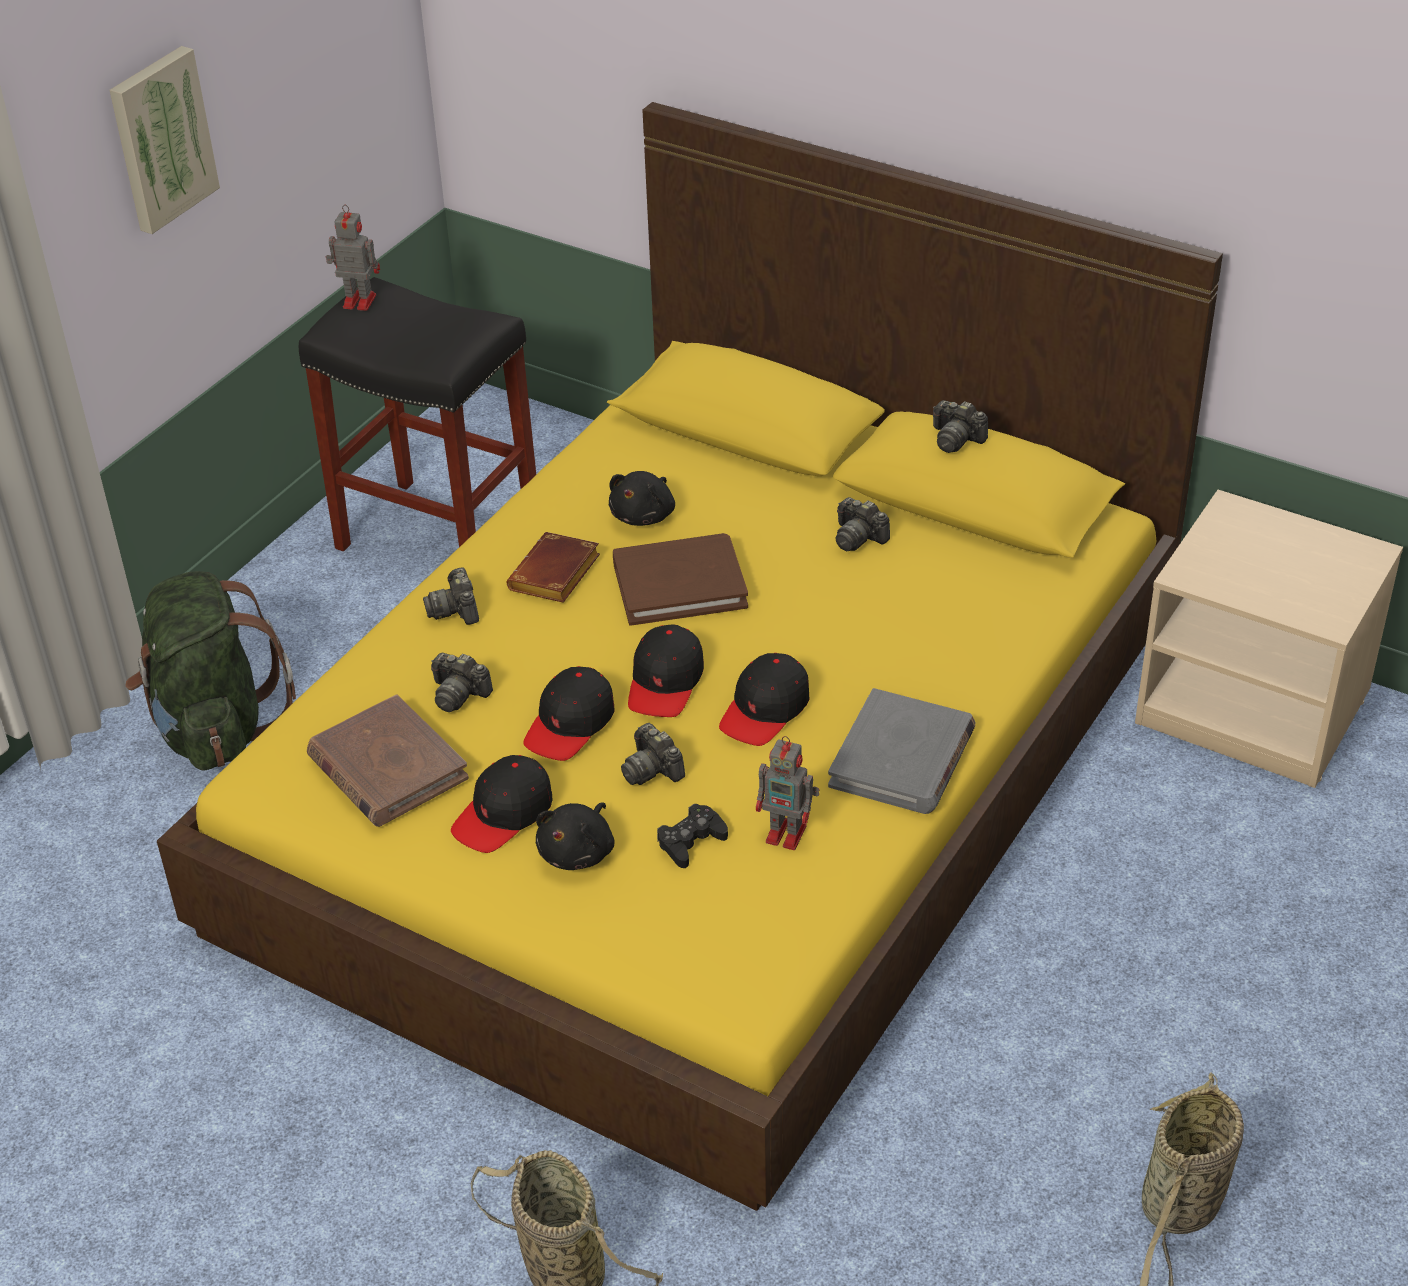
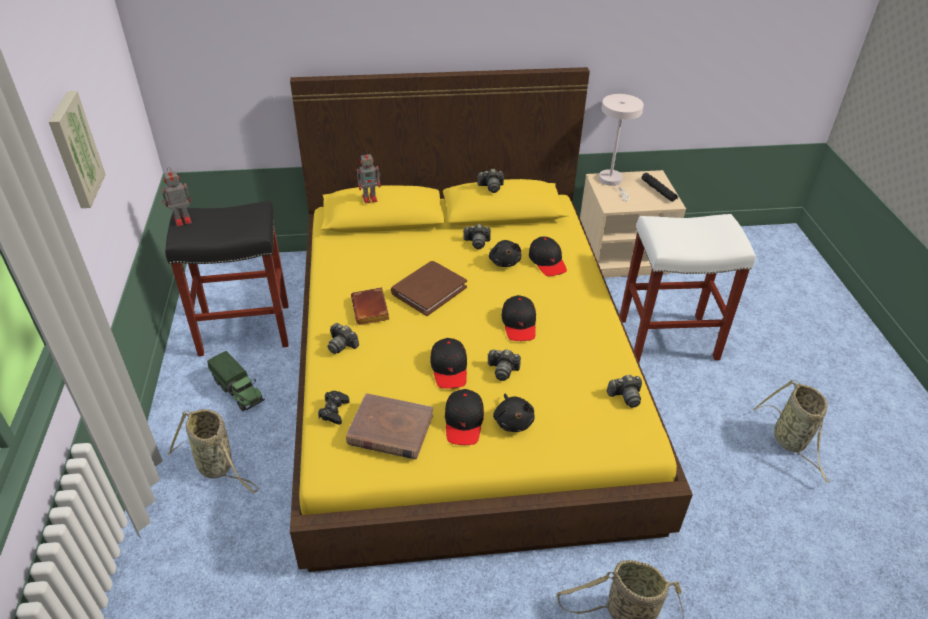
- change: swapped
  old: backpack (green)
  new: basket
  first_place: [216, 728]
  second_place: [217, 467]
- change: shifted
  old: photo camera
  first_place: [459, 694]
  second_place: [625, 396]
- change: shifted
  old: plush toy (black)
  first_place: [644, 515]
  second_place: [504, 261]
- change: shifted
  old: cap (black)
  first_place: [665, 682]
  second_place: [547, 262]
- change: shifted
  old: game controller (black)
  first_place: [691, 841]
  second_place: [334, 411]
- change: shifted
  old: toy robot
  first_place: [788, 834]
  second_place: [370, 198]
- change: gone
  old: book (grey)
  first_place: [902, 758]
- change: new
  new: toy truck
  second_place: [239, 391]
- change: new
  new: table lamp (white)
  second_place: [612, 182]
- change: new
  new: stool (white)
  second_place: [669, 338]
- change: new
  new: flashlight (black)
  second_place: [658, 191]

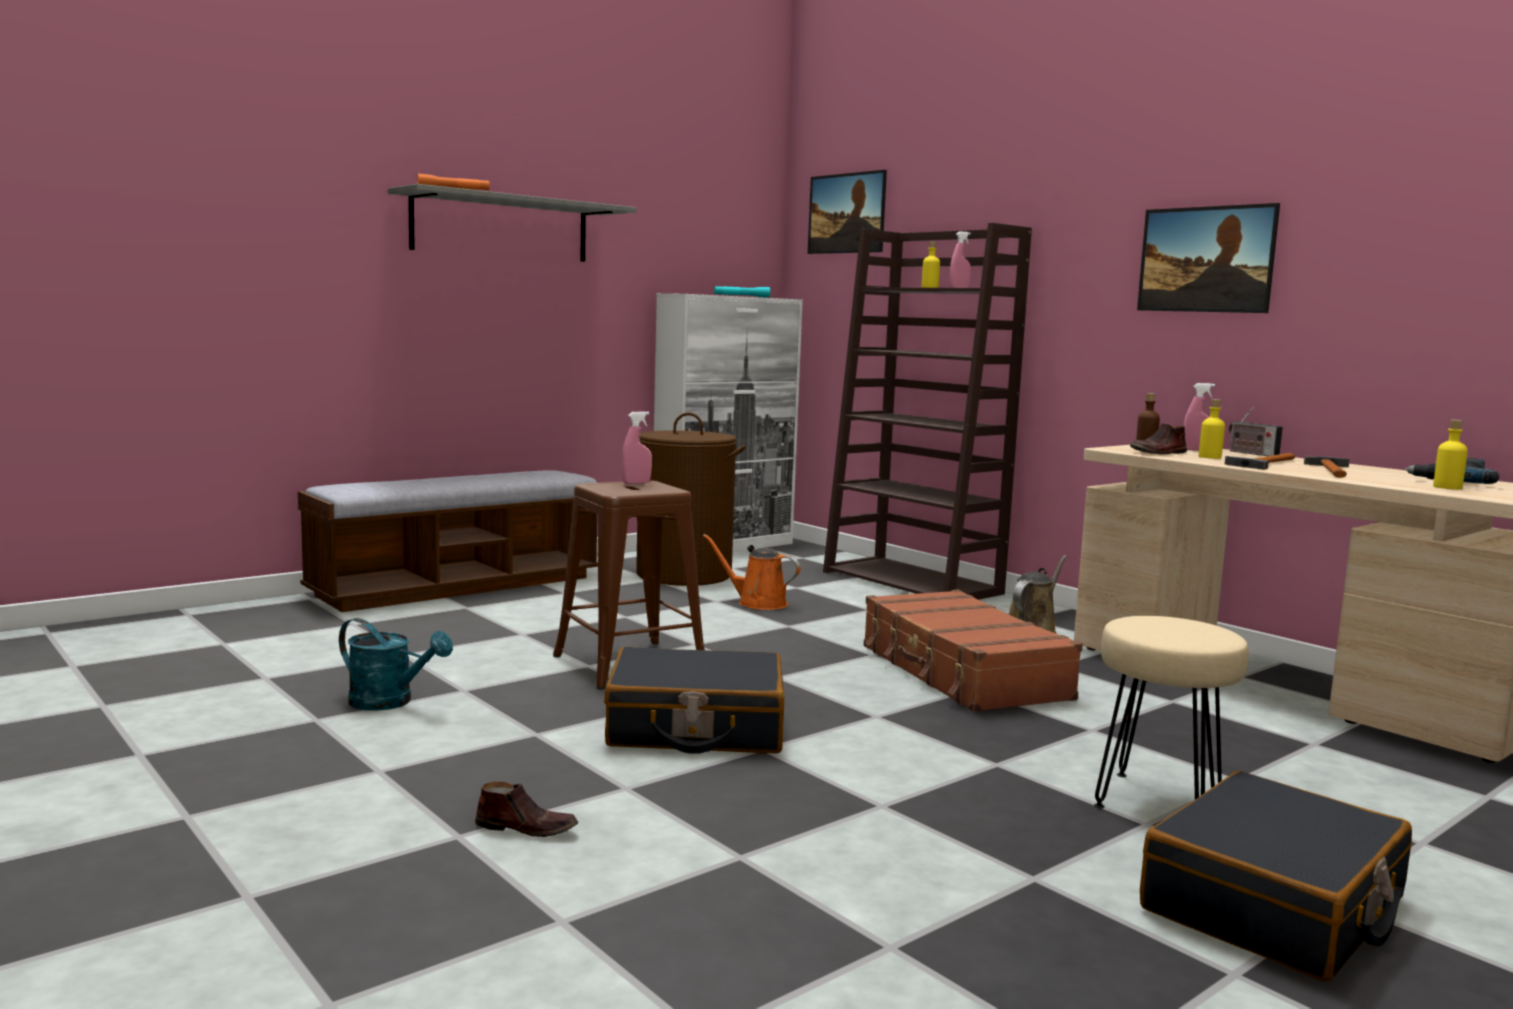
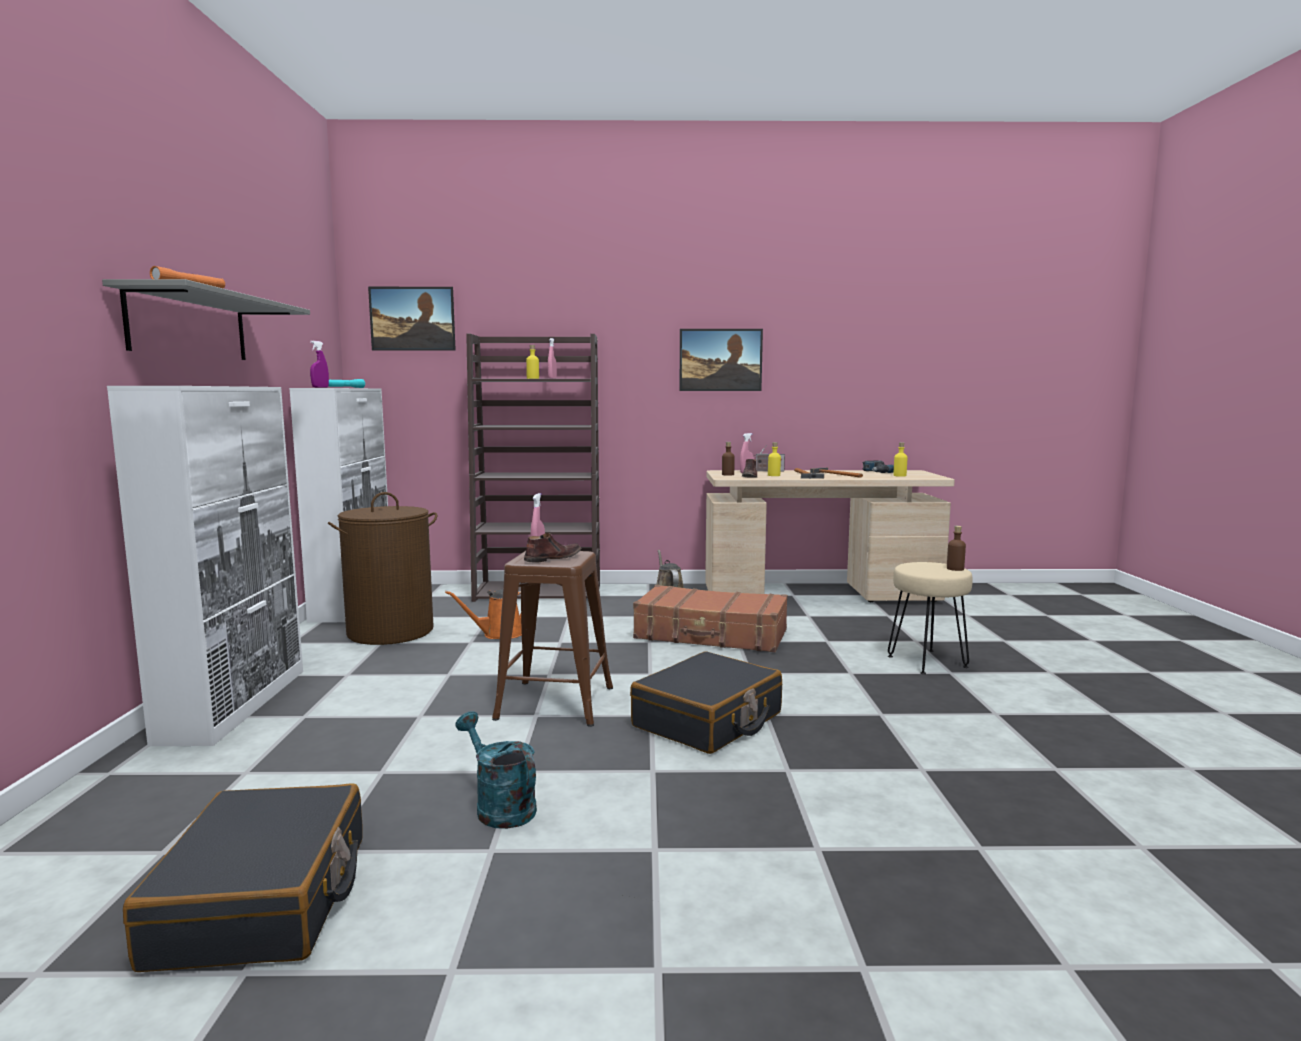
- change: swapped
  old: bench
  new: cabinet (white)
  first_place: [458, 586]
  second_place: [235, 704]
- change: rotated
  old: watering can (turquoise)
  first_place: [390, 702]
  second_place: [499, 807]
  degrees: -105
- change: shifted
  old: shoe (brown)
  first_place: [527, 828]
  second_place: [552, 558]
- change: shifted
  old: suitcase (black)
  first_place: [1274, 906]
  second_place: [264, 900]
- change: new
  new: spray bottle (purple)
  second_place: [320, 387]
- change: new
  new: bottle (brown)
  second_place: [955, 569]

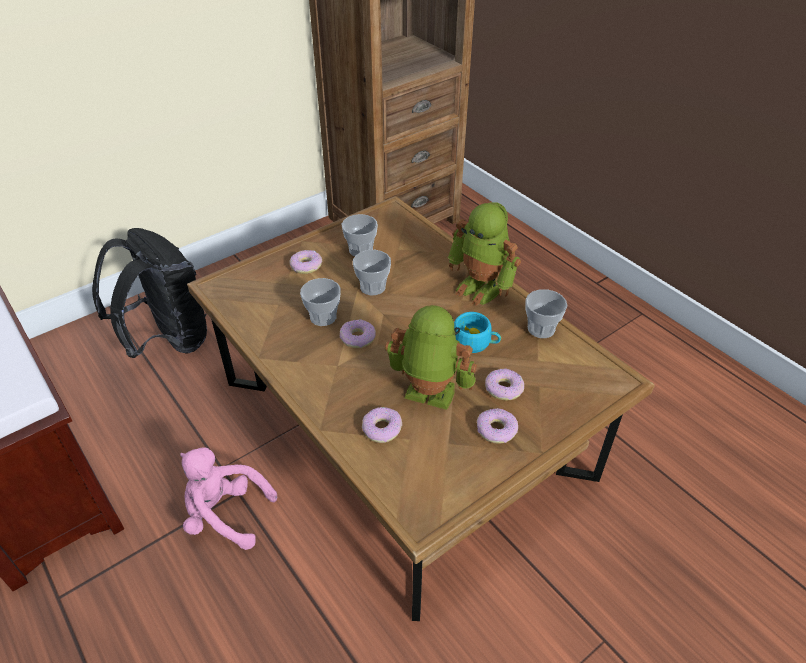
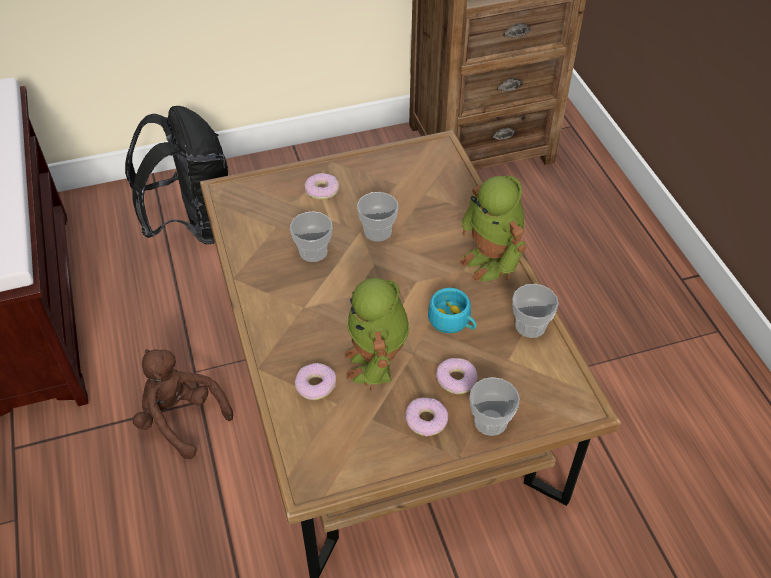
- change: repainted
  old: plush toy (pink)
  new: plush toy (brown)
  first_place: [225, 514]
  second_place: [181, 419]
- change: gone
  old: donut
  first_place: [357, 338]
- change: shifted
  old: cup
  first_place: [360, 250]
  second_place: [490, 421]
- change: rotated
  old: toy robot
  first_place: [428, 395]
  second_place: [377, 364]
  degrees: -135

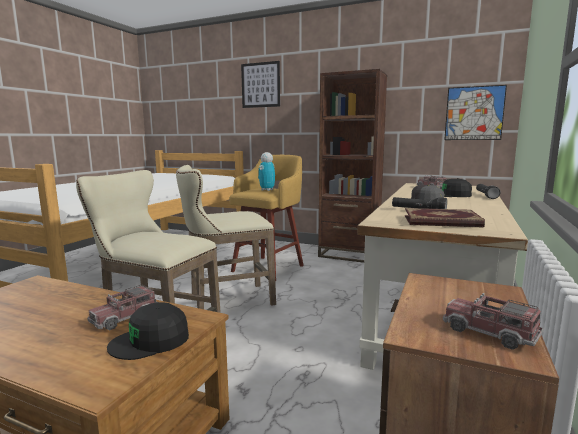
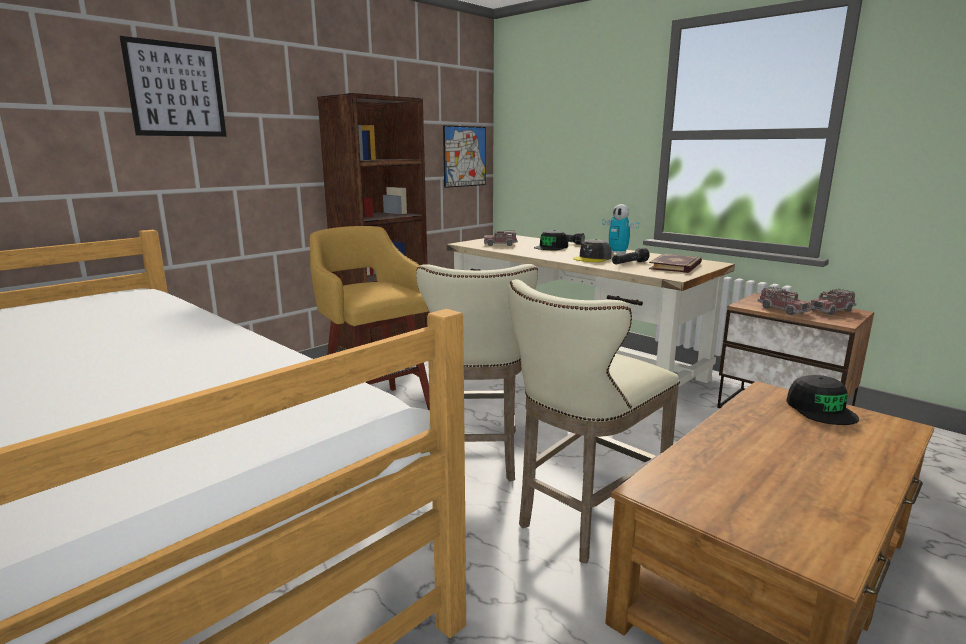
- change: shifted
  old: toy truck
  first_place: [124, 318]
  second_place: [782, 309]
- change: shifted
  old: toy robot
  first_place: [267, 190]
  second_place: [618, 253]

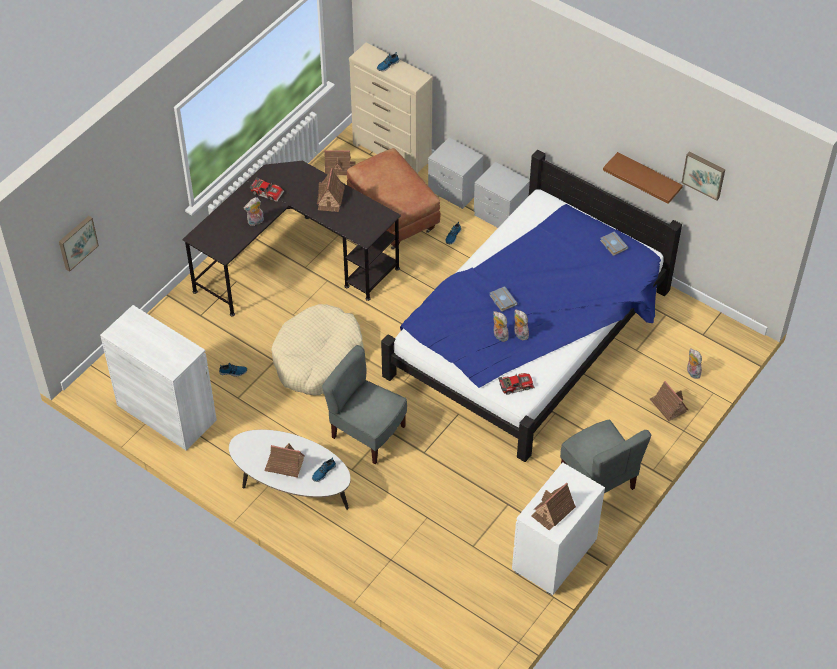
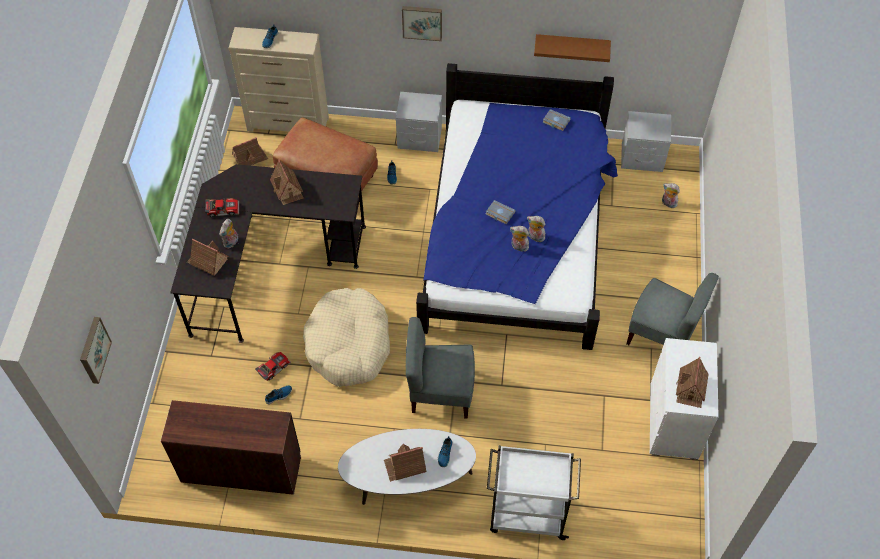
- change: swapped
  old: cabinet (white)
  new: desk (brown)
  first_place: [166, 412]
  second_place: [241, 467]
- change: shifted
  old: nightstand (grey)
  first_place: [455, 190]
  second_place: [642, 157]
- change: shifted
  old: toy car
  first_place: [515, 385]
  second_place: [273, 367]
- change: shifted
  old: toy house
  first_place: [668, 406]
  second_place: [208, 261]
- change: shifted
  old: picture
  first_place: [704, 174]
  second_place: [422, 22]
- change: new
  new: cart (white)
  second_place: [526, 514]

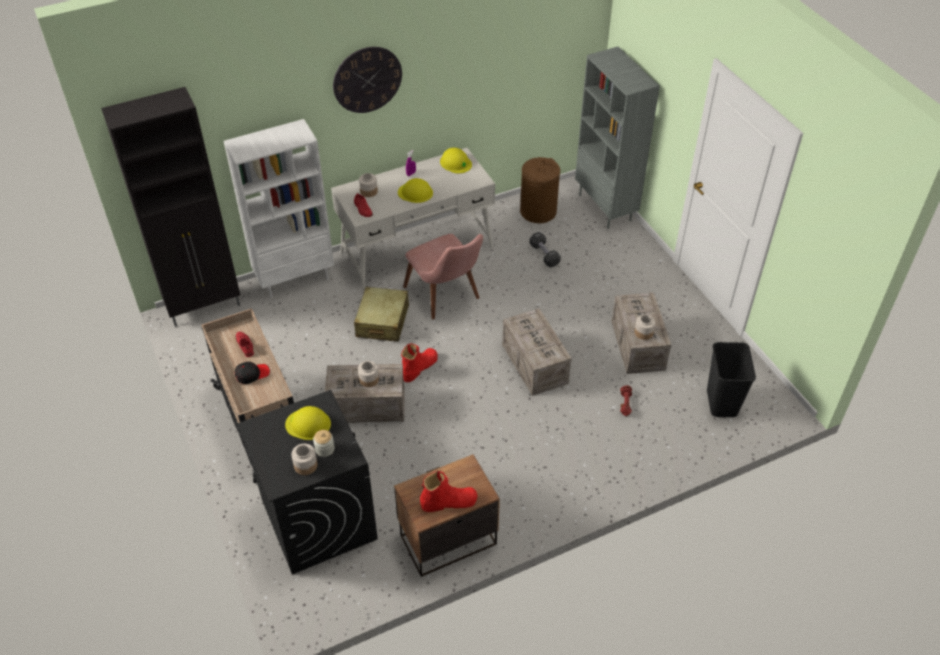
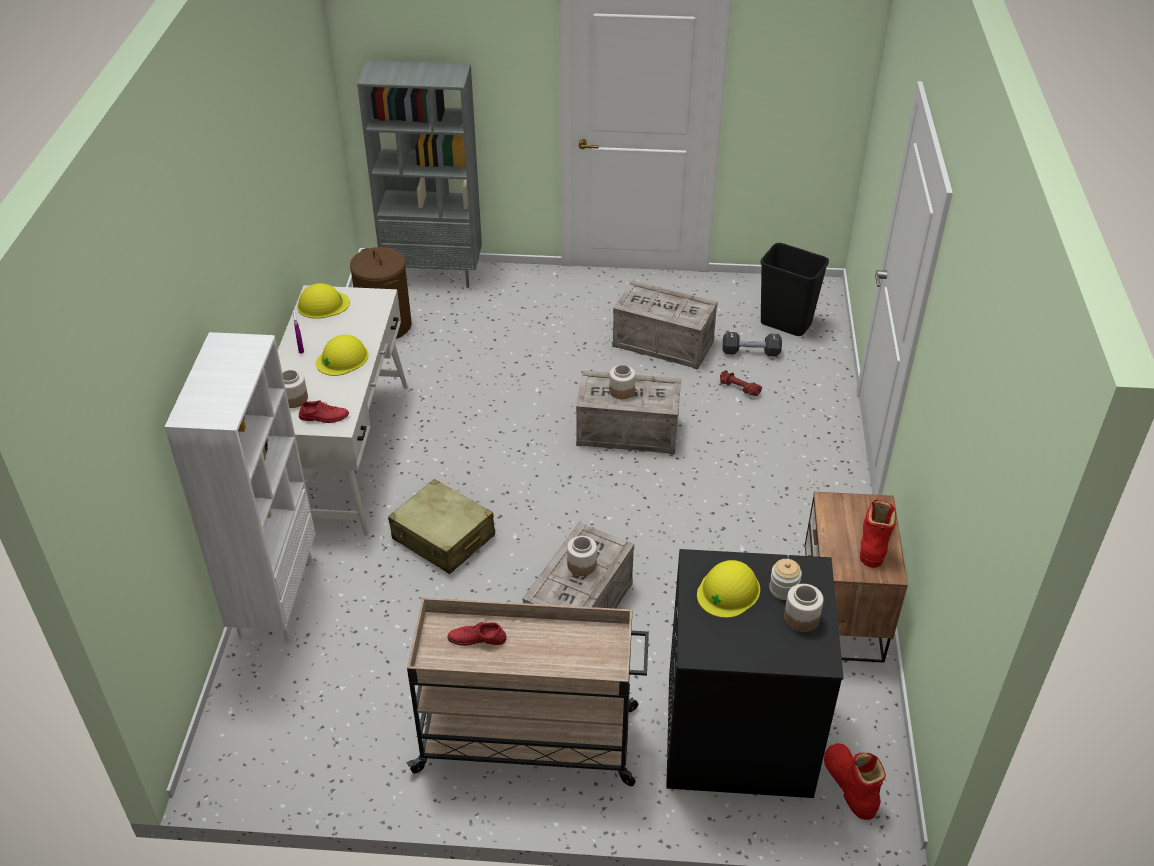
- change: gone
  old: cabinet (black)
  first_place: [205, 307]
- change: gone
  old: cap (black)
  first_place: [252, 374]
- change: gone
  old: wall clock
  first_place: [367, 79]
- change: shifted
  old: boot (red)
  first_place: [419, 367]
  second_place: [850, 785]
- change: gone
  old: chair (pink)
  first_place: [447, 297]
- change: shifted
  old: dumbbell (black)
  first_place: [544, 255]
  second_place: [751, 352]
- change: shifted
  old: jar
  first_place: [643, 333]
  second_place: [621, 391]

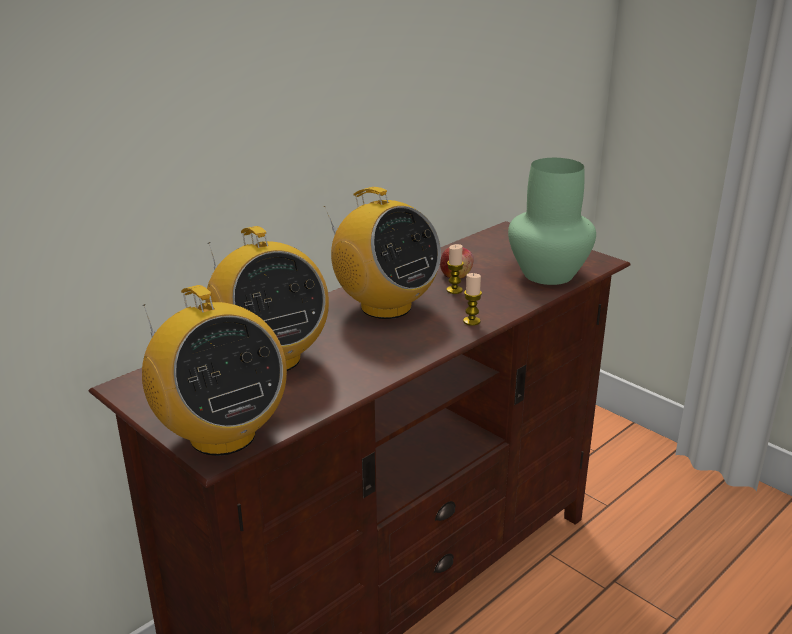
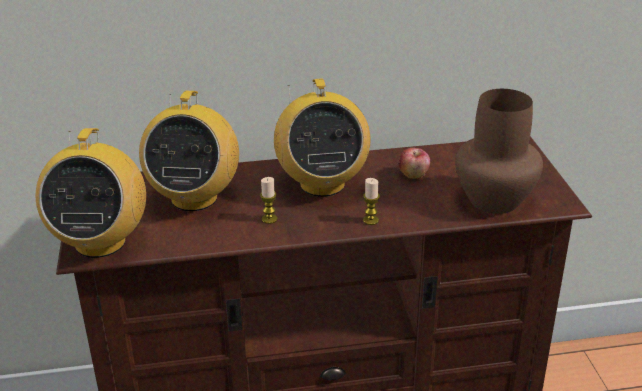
- change: shifted
  old: candle
  first_place: [454, 290]
  second_place: [269, 219]
- change: repainted
  old: vase (green)
  new: vase (brown)
  first_place: [547, 274]
  second_place: [492, 200]

